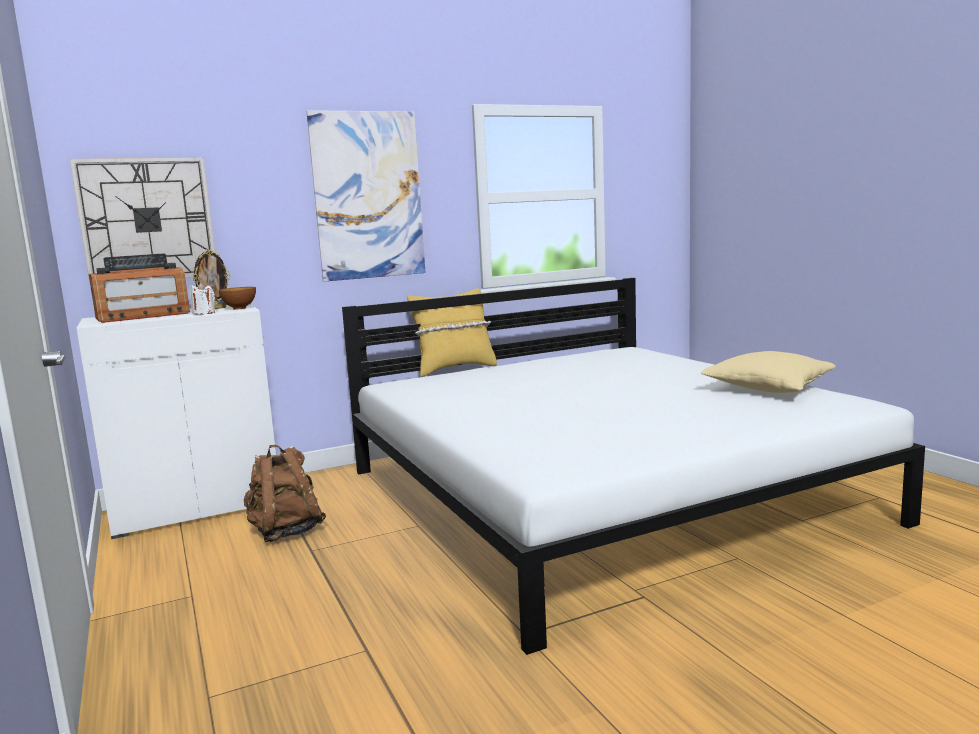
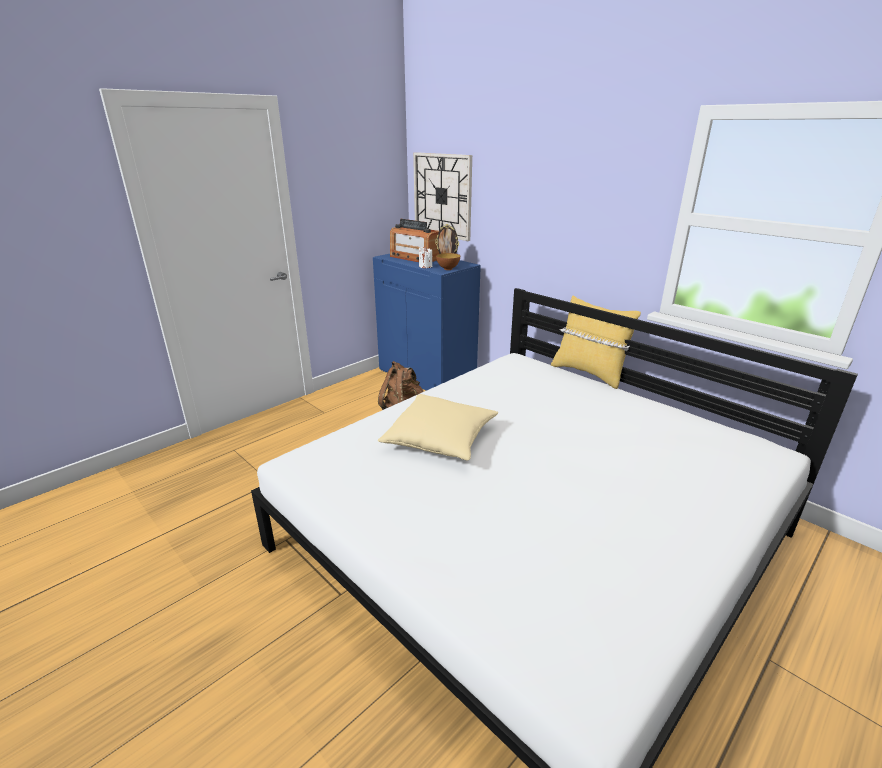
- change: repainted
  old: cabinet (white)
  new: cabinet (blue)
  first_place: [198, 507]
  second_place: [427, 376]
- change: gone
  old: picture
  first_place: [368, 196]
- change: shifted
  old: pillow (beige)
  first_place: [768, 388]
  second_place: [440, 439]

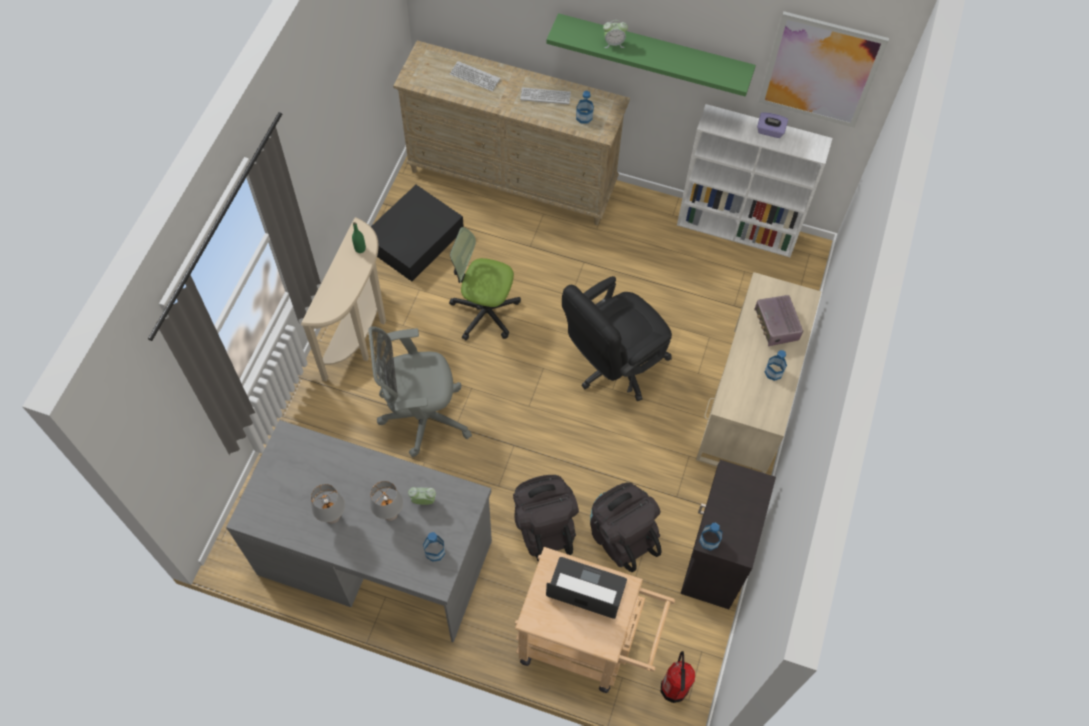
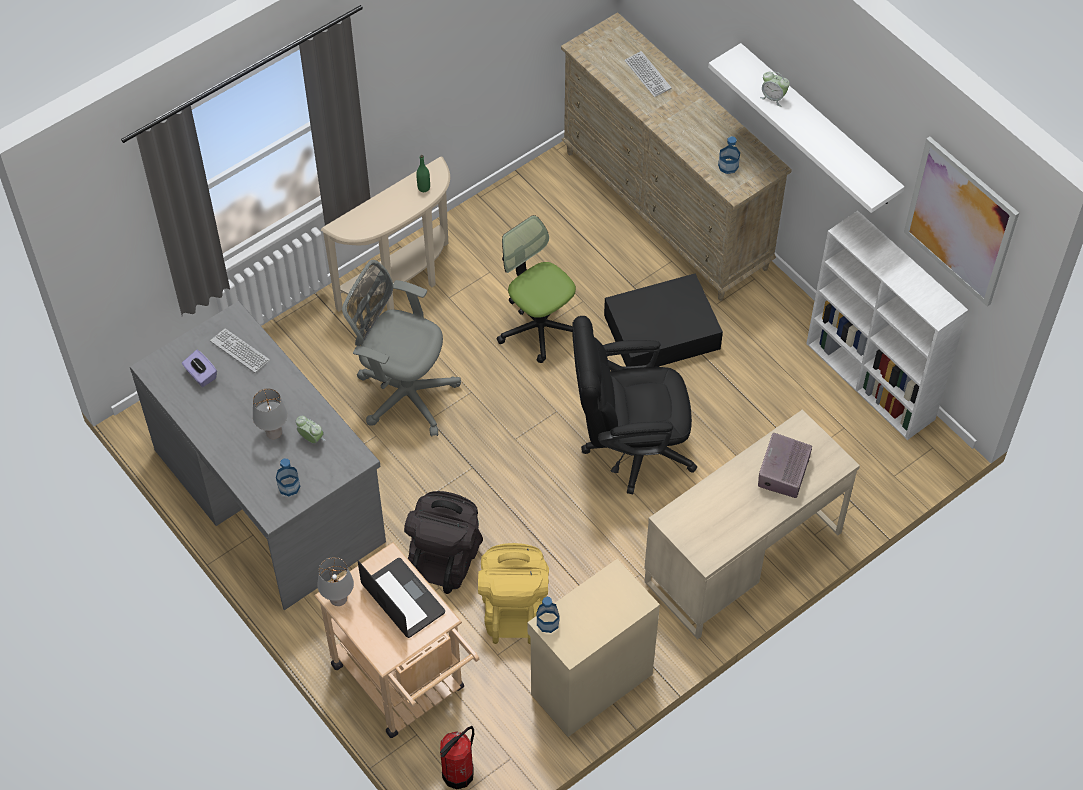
- change: shifted
  old: table lamp (grey)
  first_place: [333, 517]
  second_place: [339, 599]
- change: shifted
  old: storage box (black)
  first_place: [413, 239]
  second_place: [660, 332]
- change: shifted
  old: keyboard
  first_place: [545, 96]
  second_place: [240, 351]
- change: repainted
  old: shelf (green)
  new: shelf (white)
  first_place: [654, 51]
  second_place: [818, 126]
- change: repainted
  old: backpack (black)
  new: backpack (yellow)
  first_place: [621, 535]
  second_place: [514, 608]
- change: repainted
  old: cabinet (black)
  new: cabinet (beige)
  first_place: [714, 559]
  second_place: [590, 683]
- change: shifted
  old: tissue box (purple)
  first_place: [770, 131]
  second_place: [201, 375]
- change: gone
  old: bottle
  first_place: [773, 372]

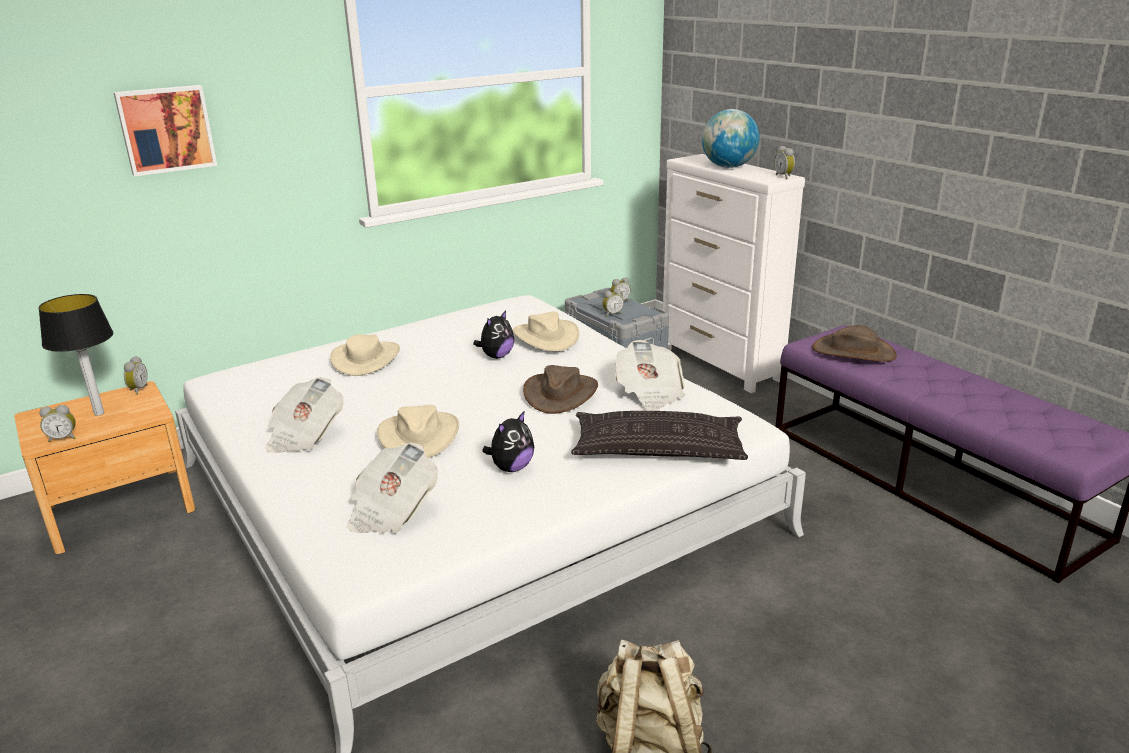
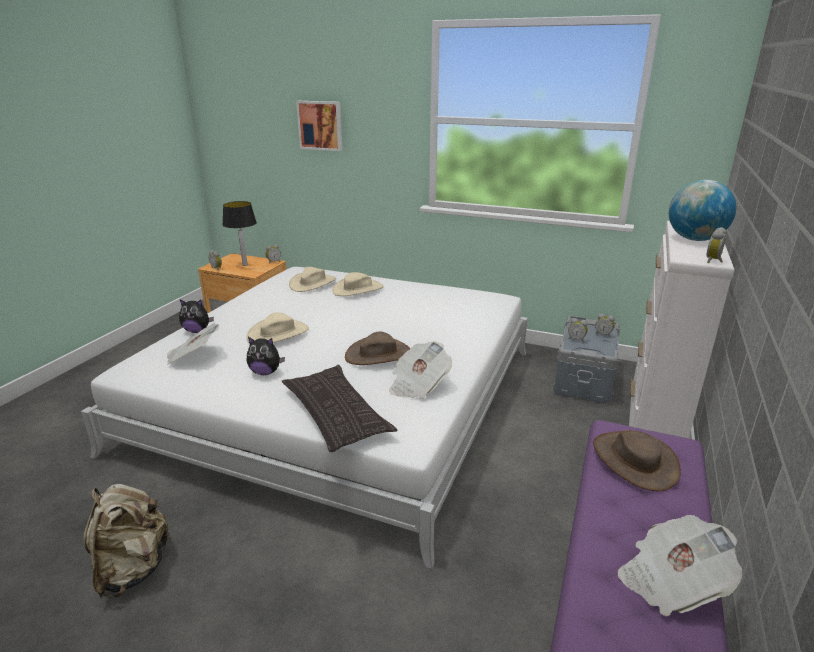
- change: shifted
  old: newspaper
  first_place: [304, 435]
  second_place: [671, 582]
- change: shifted
  old: plush toy
  first_place: [496, 356]
  second_place: [197, 331]
- change: shifted
  old: hat (beige)
  first_place: [545, 337]
  second_place: [312, 283]

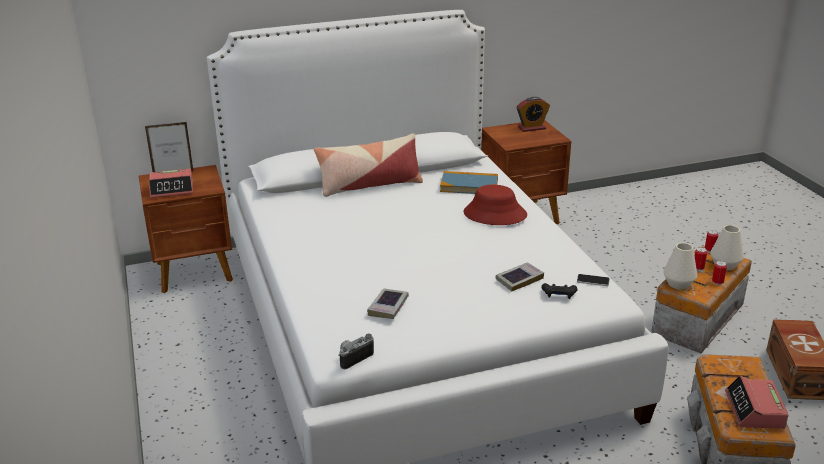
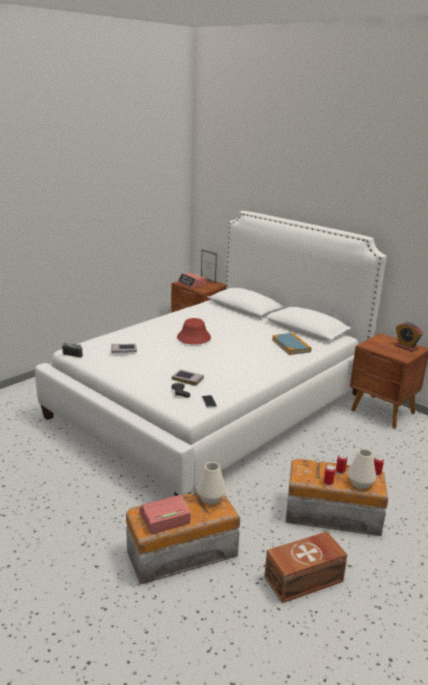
- change: gone
  old: pillow
  first_place: [369, 185]
- change: shifted
  old: hat (red)
  first_place: [494, 214]
  second_place: [193, 337]
- change: shifted
  old: vase (white)
  first_place: [678, 284]
  second_place: [210, 498]

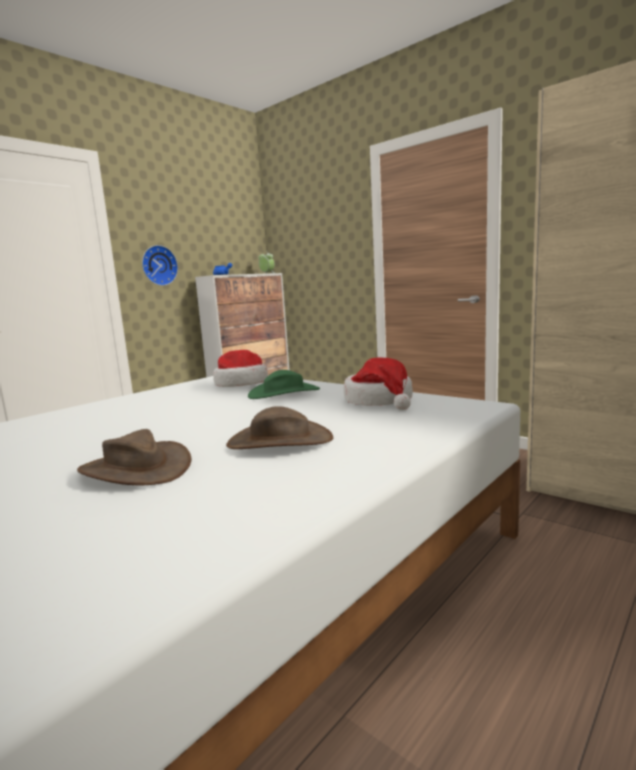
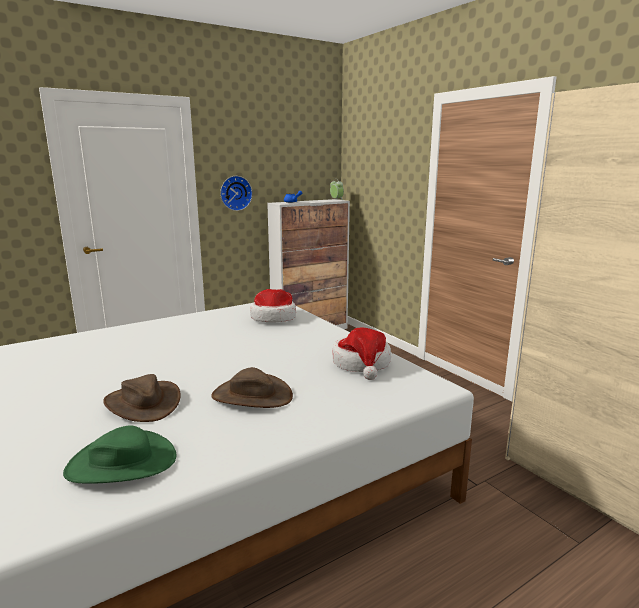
- change: shifted
  old: hat (green)
  first_place: [284, 393]
  second_place: [122, 463]

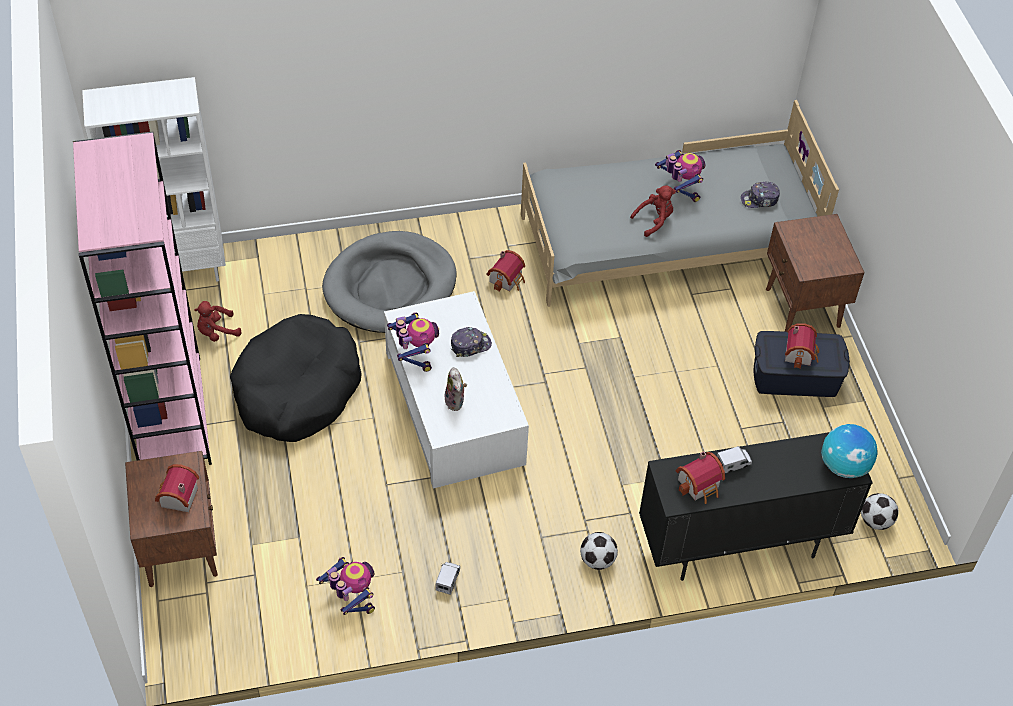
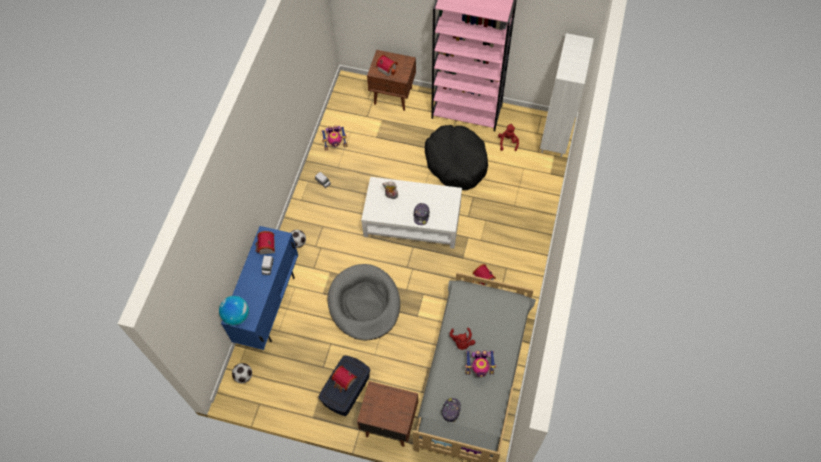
- change: shifted
  old: dog bed (grey)
  first_place: [390, 286]
  second_place: [364, 303]
- change: gone
  old: toy robot
  first_place: [414, 355]
- change: repainted
  old: cabinet (black)
  new: cabinet (blue)
  first_place: [739, 545]
  second_place: [269, 305]

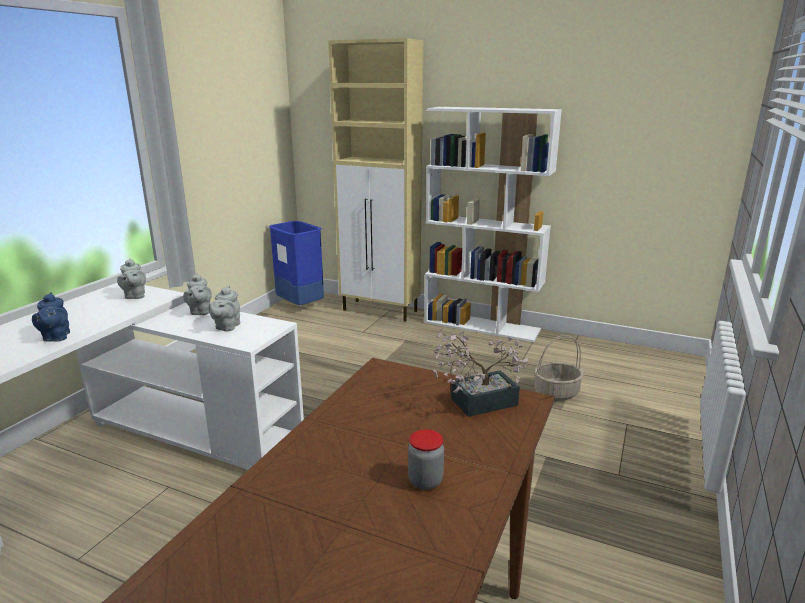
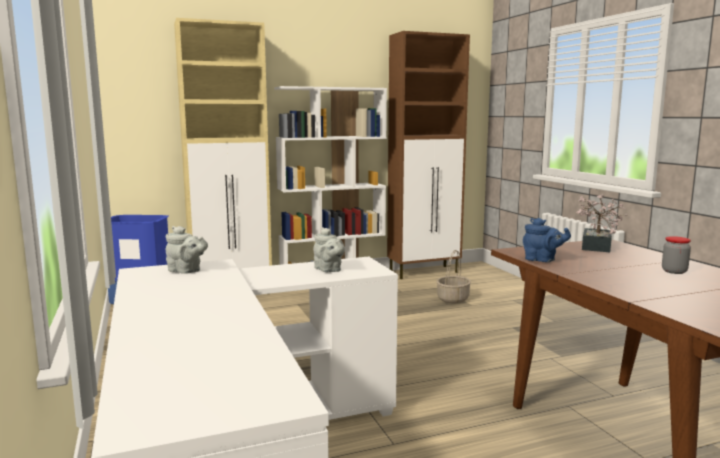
- change: shifted
  old: teapot (blue)
  first_place: [56, 337]
  second_place: [542, 260]
- change: gone
  old: teapot (grey)
  first_place: [200, 312]
- change: new
  new: cabinet (brown)
  second_place: [424, 272]

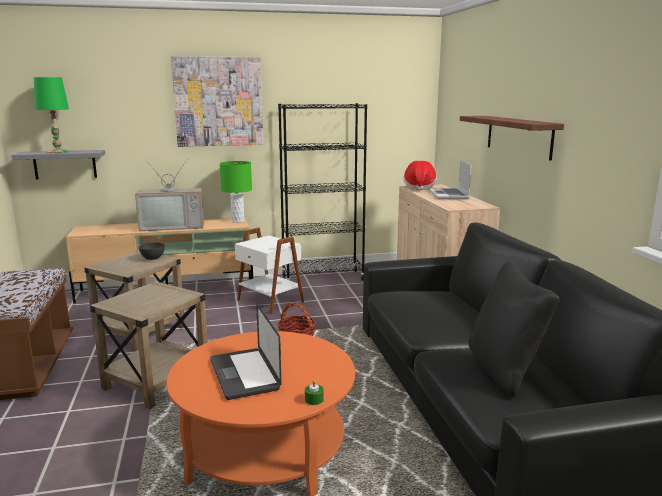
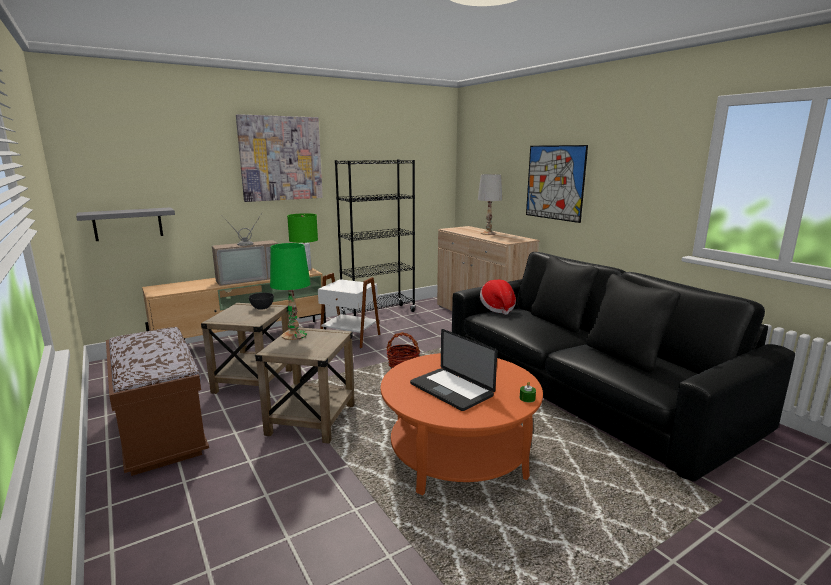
- change: shifted
  old: table lamp (green)
  first_place: [58, 152]
  second_place: [294, 335]
- change: shifted
  old: hat
  first_place: [419, 187]
  second_place: [497, 308]
- change: swapped
  old: laptop
  new: table lamp (white)
  first_place: [449, 195]
  second_place: [488, 233]
- change: swapped
  old: shelf
  new: picture
  first_place: [518, 136]
  second_place: [555, 182]
- change: new
  new: pillow (black)
  second_place: [559, 321]

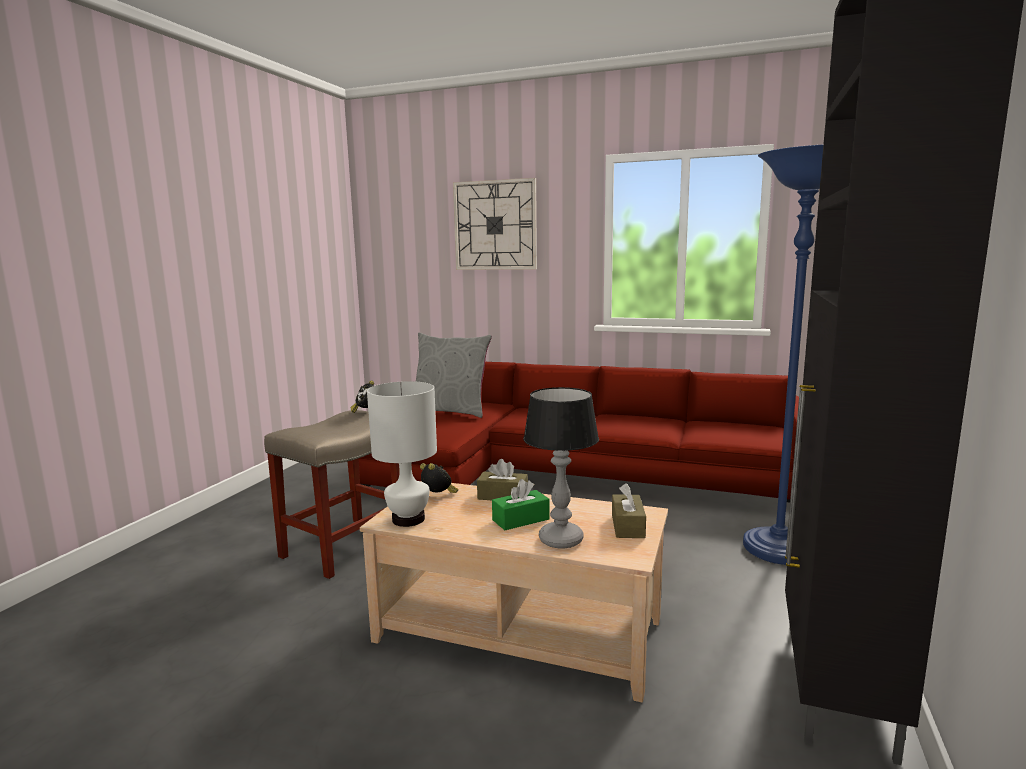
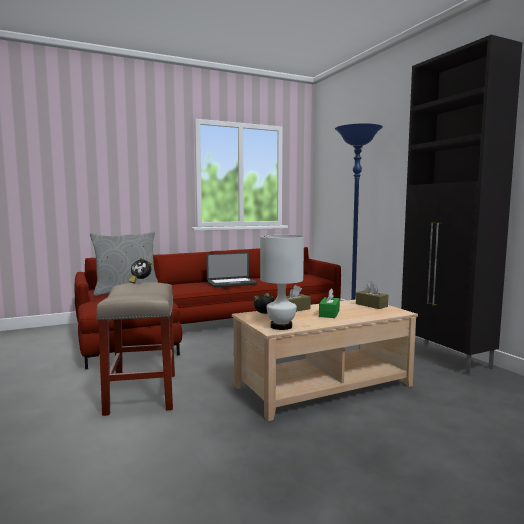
- change: gone
  old: wall clock
  first_place: [495, 225]
- change: gone
  old: table lamp
  first_place: [561, 539]
- change: new
  new: laptop
  second_place: [232, 283]

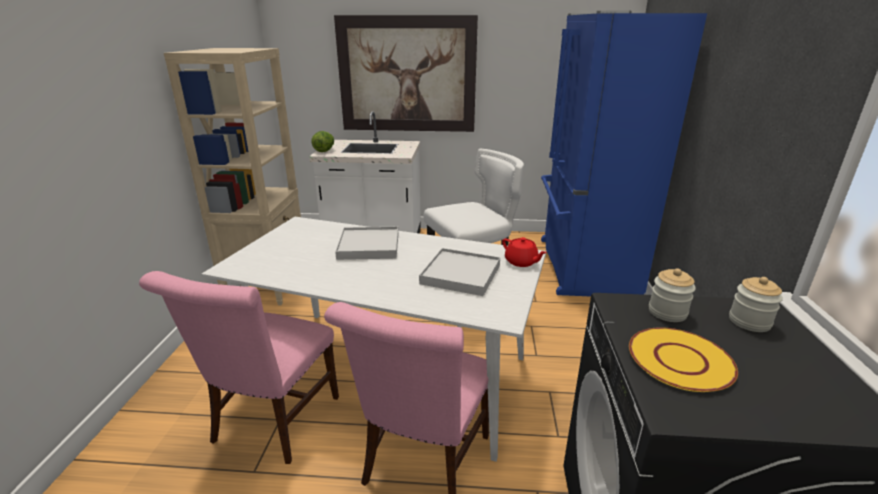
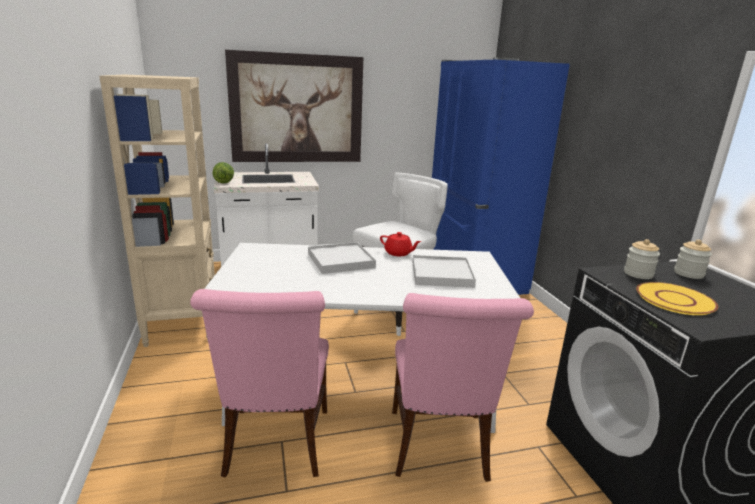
- change: shifted
  old: teapot (red)
  first_place: [521, 262]
  second_place: [398, 253]

